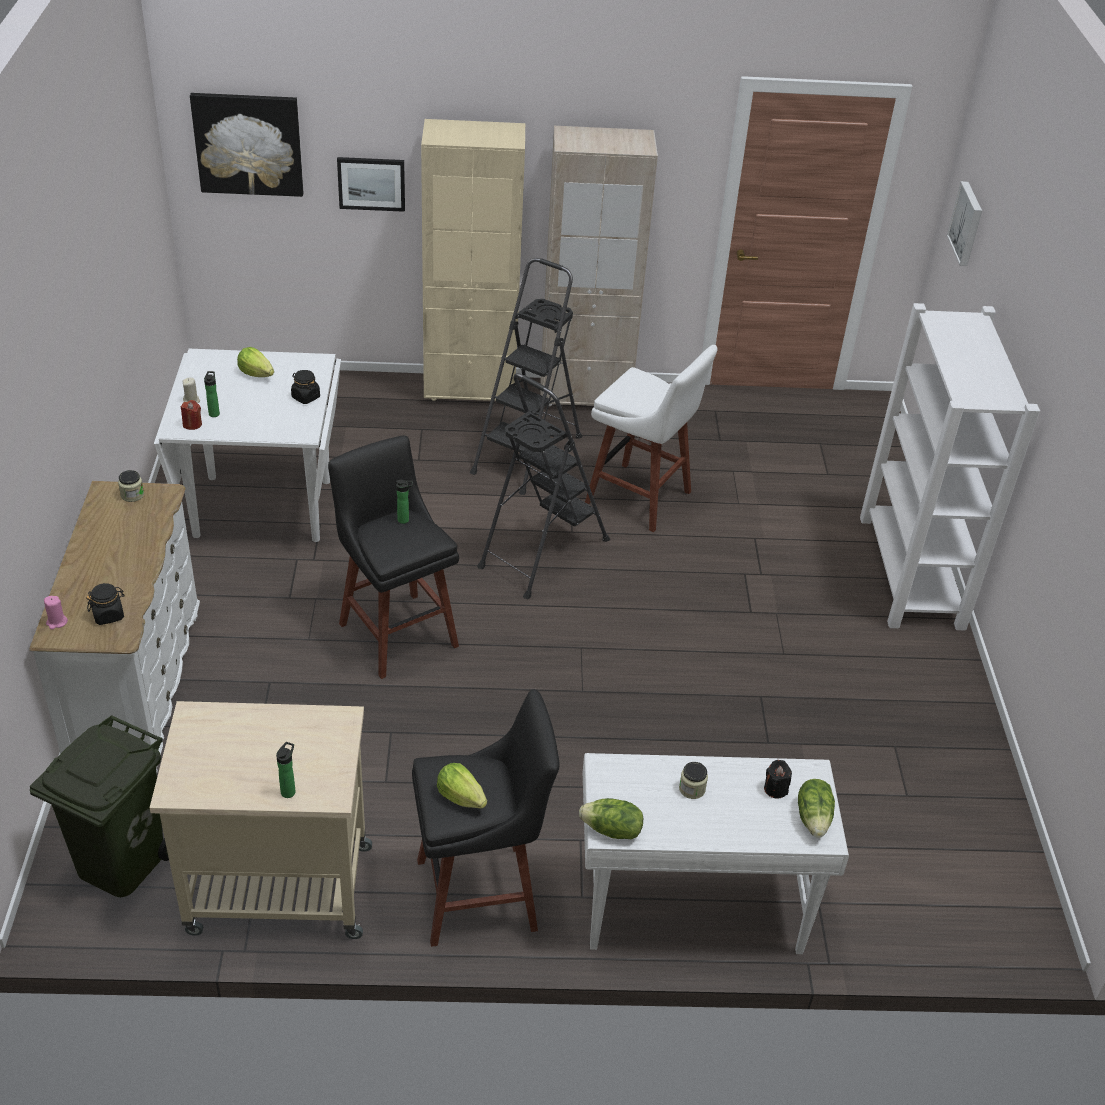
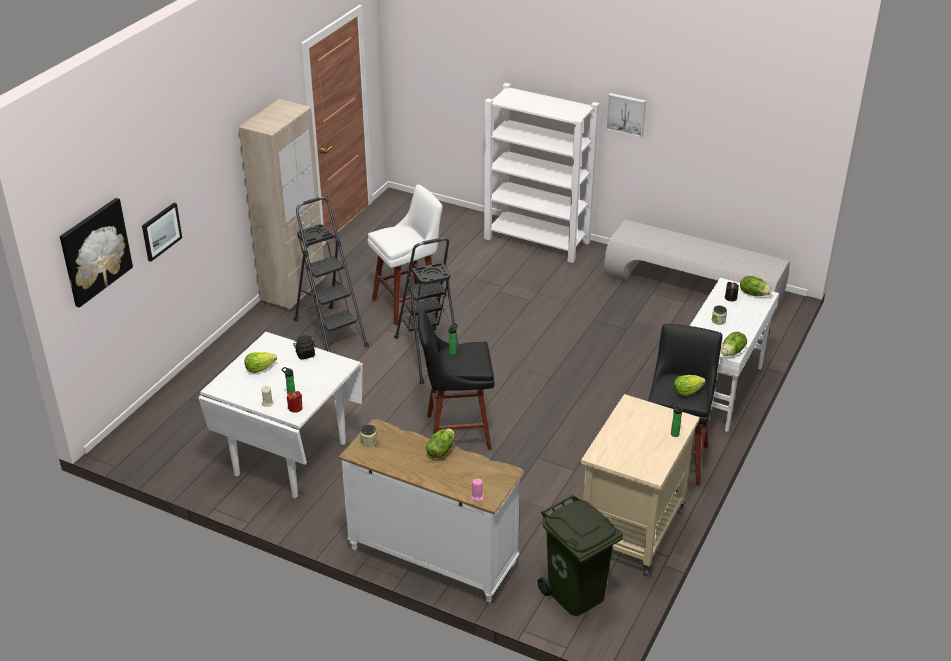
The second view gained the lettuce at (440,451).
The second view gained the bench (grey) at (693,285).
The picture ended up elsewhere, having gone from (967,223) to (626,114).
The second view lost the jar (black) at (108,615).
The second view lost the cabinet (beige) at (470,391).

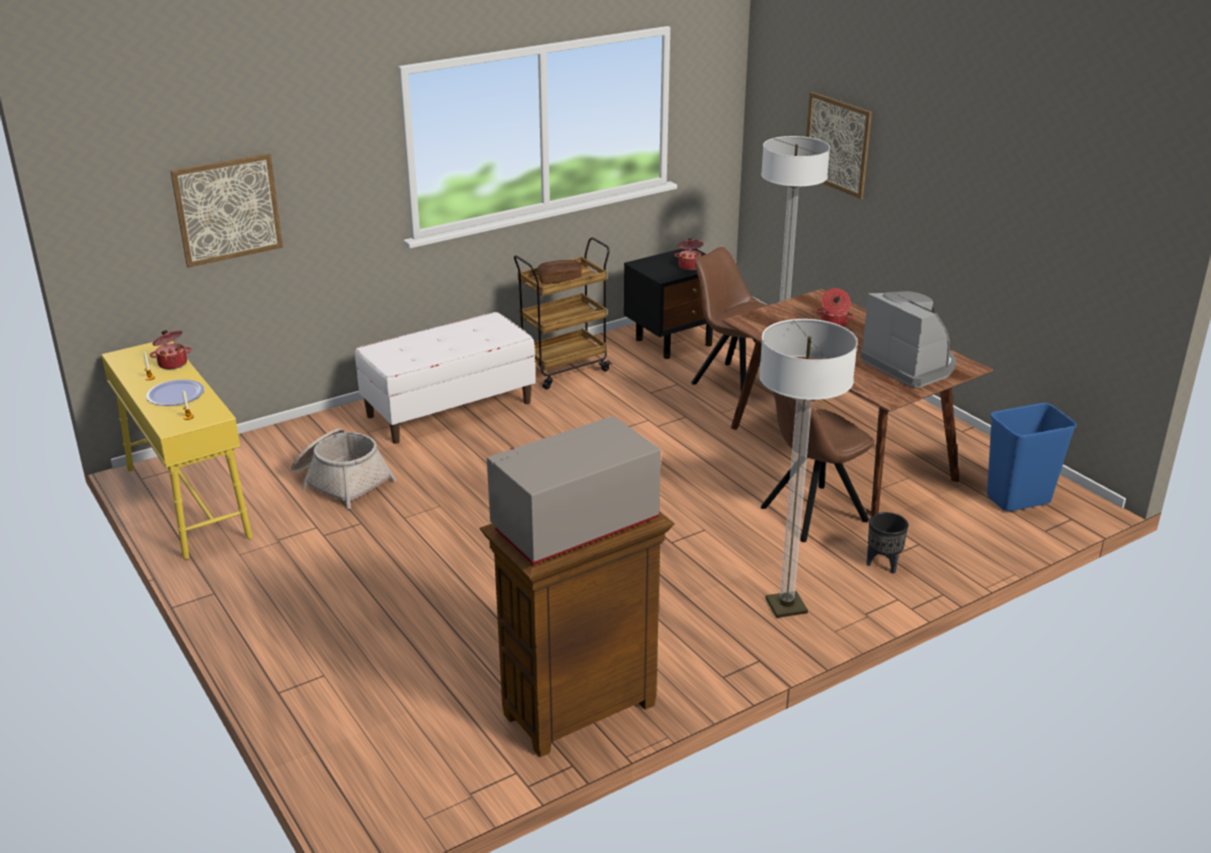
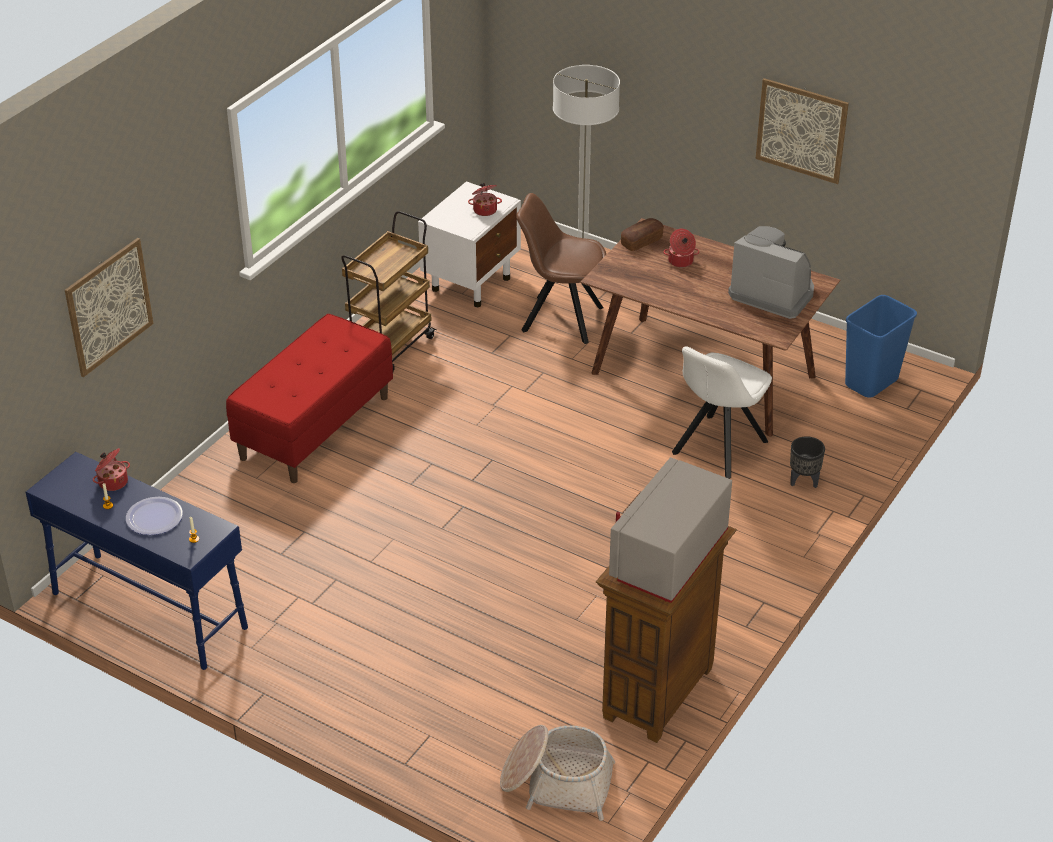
What was the console table (yellow) at (189,502) turned into the console table (blue) at (150,610).
What was the bench (white) at (449,409) turned into the bench (red) at (314,427).
What was the nightstand (black) at (674,341) turned into the nightstand (white) at (471,283).
The basket ended up elsewhere, having gone from (341,481) to (557,783).
The bread ended up elsewhere, having gone from (559,280) to (641,241).
What was the chair (brown) at (812,514) turned into the chair (white) at (718,447).
The picture ended up elsewhere, having gone from (837,143) to (801,129).
The second view lost the floor lamp at (786,606).

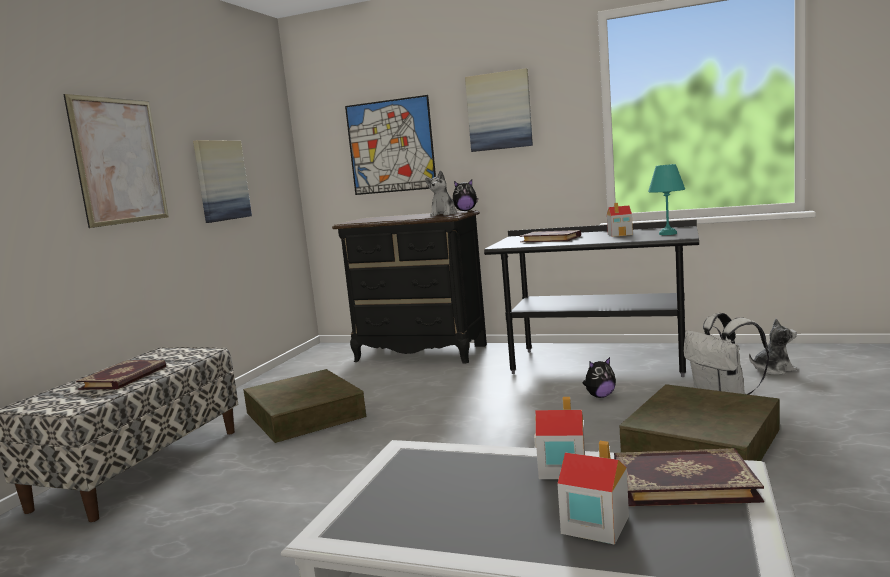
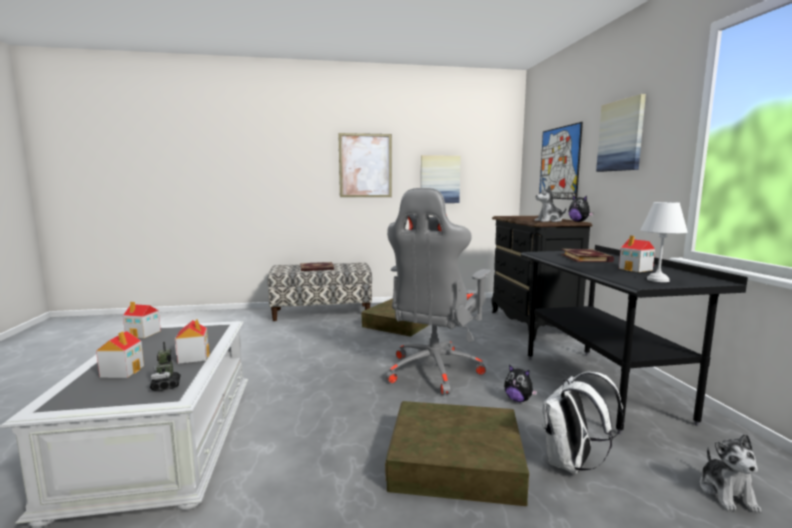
The second view gained the toy house at (143,333).
Where the book stood at (683,481), the toy robot came to stand at (166,386).
The second view gained the office chair (grey) at (436,367).
What was the table lamp (turquoise) at (667,234) turned into the table lamp (white) at (656,280).
The plush toy at (773,370) ended up facing another way, 45 degrees clockwise from before.

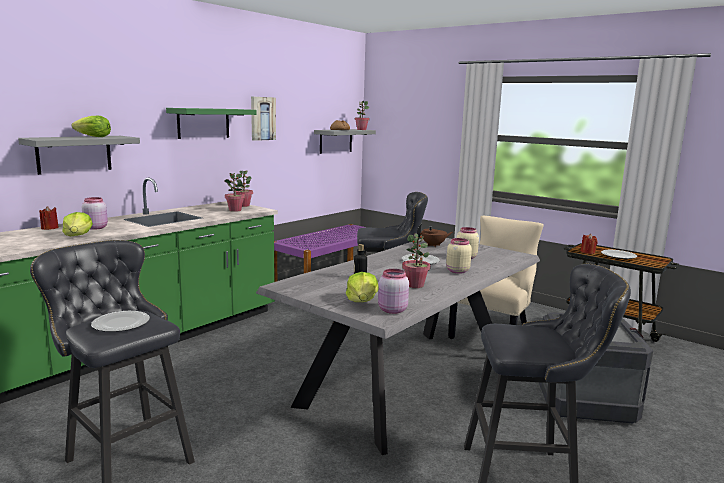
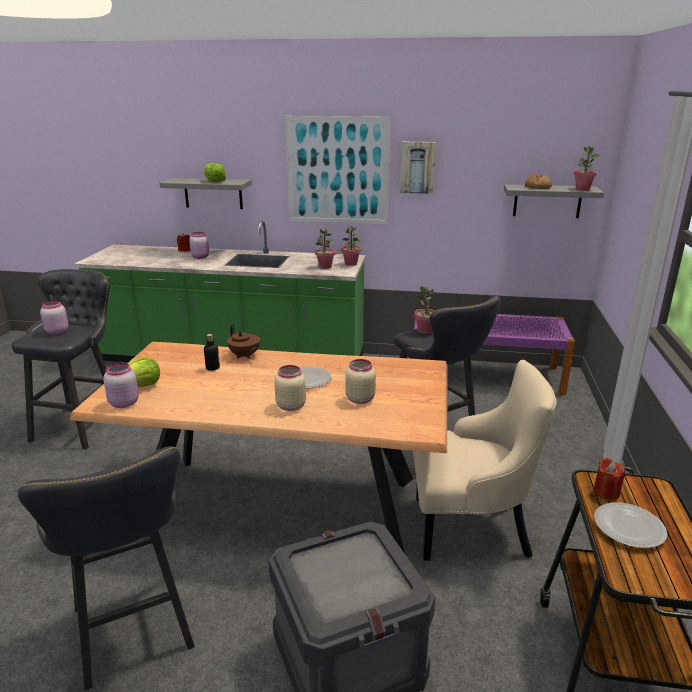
Where the plate stood at (120,324), the jar (pink) came to stand at (56,332).
What was the dining table (grey) at (409,381) turned into the dining table (brown) at (280,502).
The teapot (brown) ended up elsewhere, having gone from (433,245) to (244,356).
Where the shelf (green) hung at (203,123), the picture came to hang at (337,171).
The potted plant ended up elsewhere, having gone from (415,285) to (425,331).
The second view lost the lettuce at (78,236).

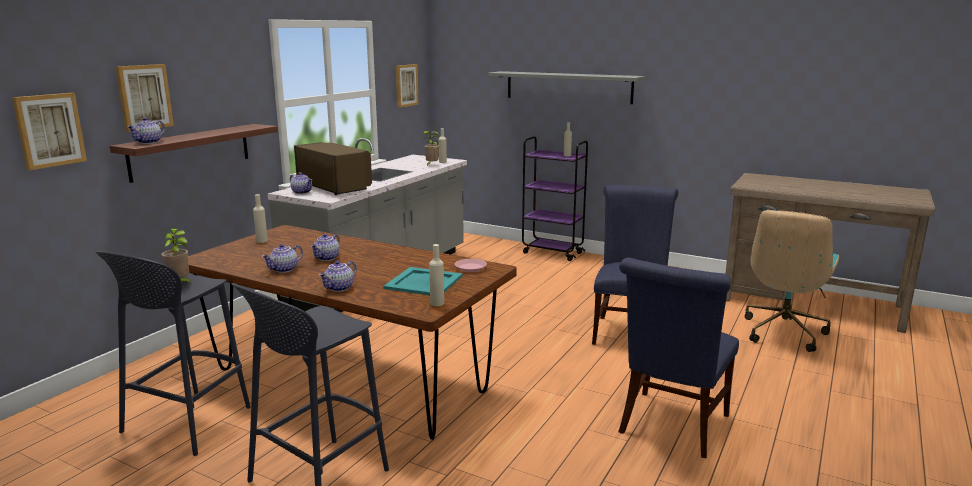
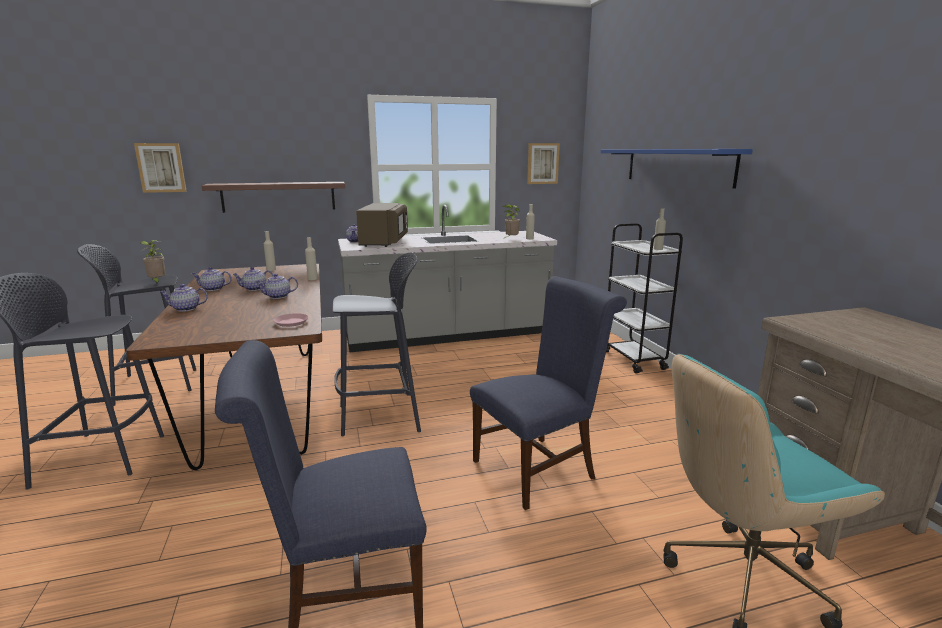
The teapot ended up elsewhere, having gone from (149,142) to (278,296).
The bottle (beige) ended up elsewhere, having gone from (437,303) to (312,279).
The second view gained the stool (grey) at (381,416).
What was the shelf (grey) at (568,87) turned into the shelf (blue) at (677,166).
What was the cart (purple) at (553,253) turned into the cart (white) at (634,360).
The second view lost the picture at (144,97).
The second view lost the tray (turquoise) at (423,282).

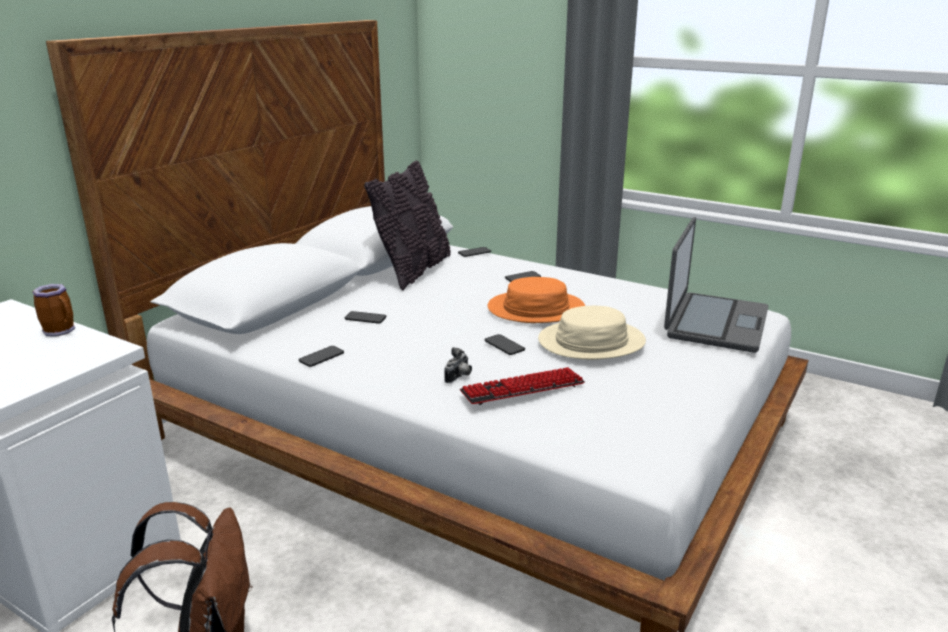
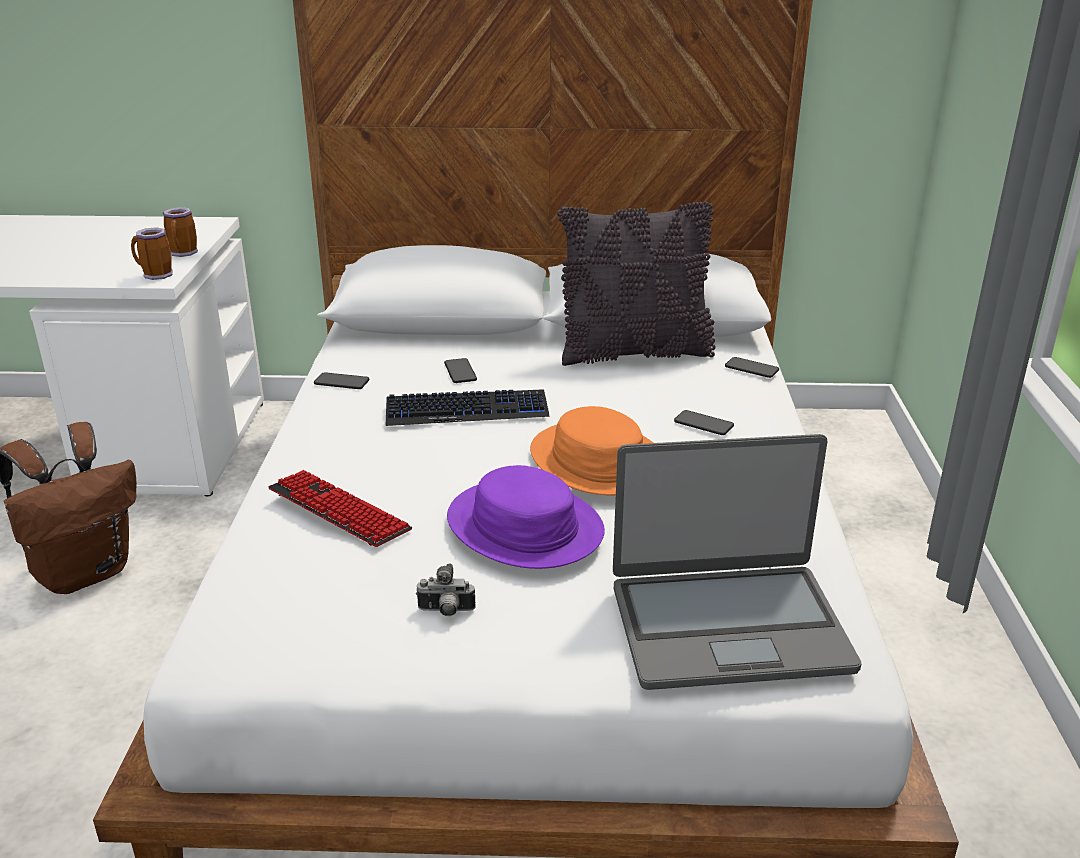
The second view gained the mug at (155,275).
The second view gained the keyboard at (467,410).
The photo camera ended up elsewhere, having gone from (459,377) to (446,612).
What was the hat (beige) at (591,342) turned into the hat (purple) at (524,526).
The second view lost the phone at (504,345).

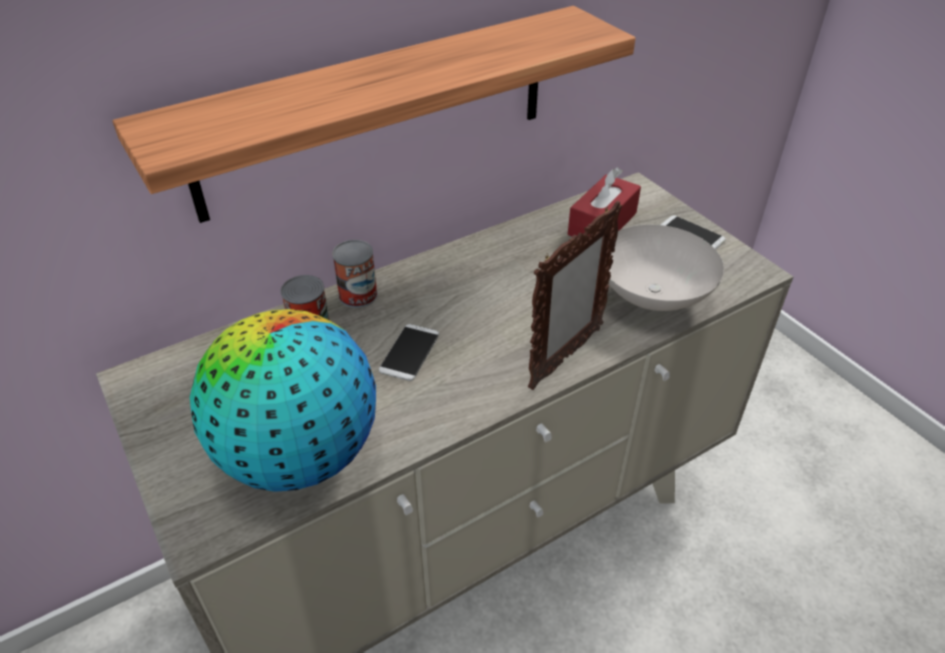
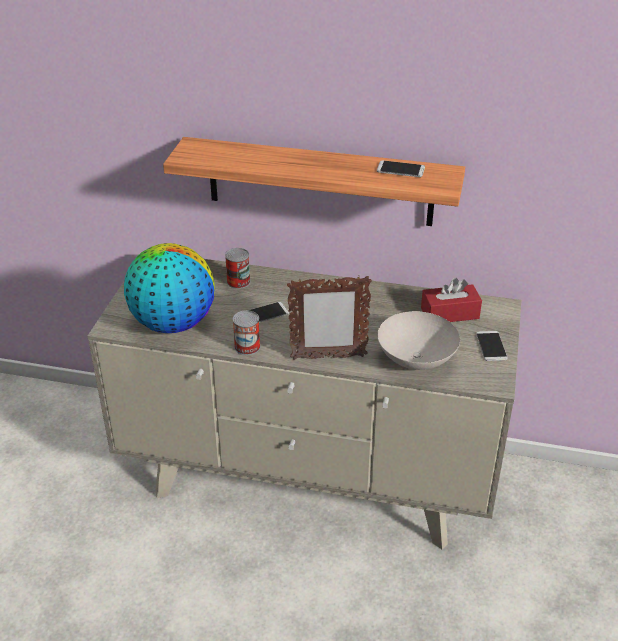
The can ended up elsewhere, having gone from (358,295) to (247,347).
The second view gained the phone at (400,169).

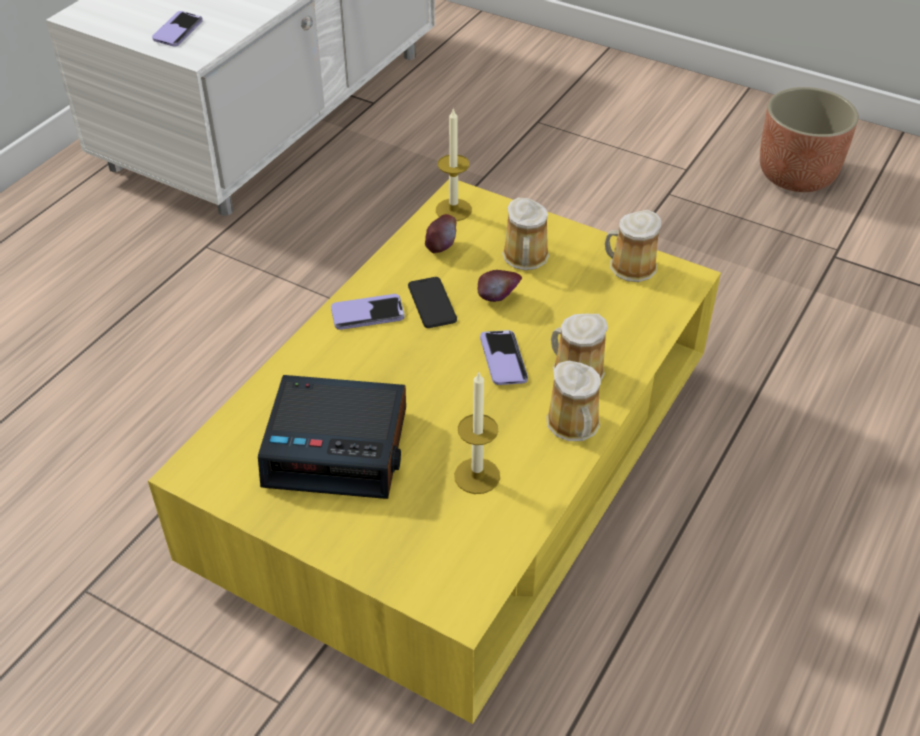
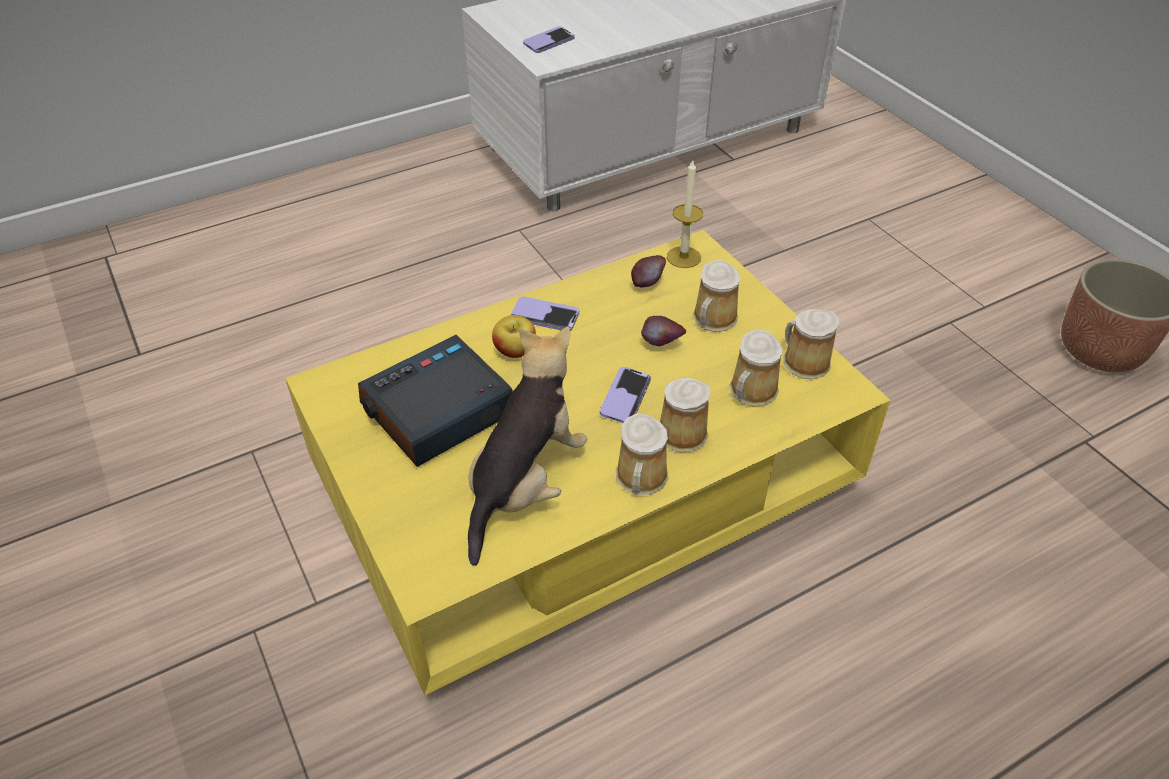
The alarm clock at (338,447) ended up facing another way, 105 degrees clockwise from before.
Where the candle stood at (477,476), the plush toy came to stand at (525,484).
The second view gained the apple at (515,350).
The second view gained the mug at (751,392).
The second view lost the phone at (432,303).

